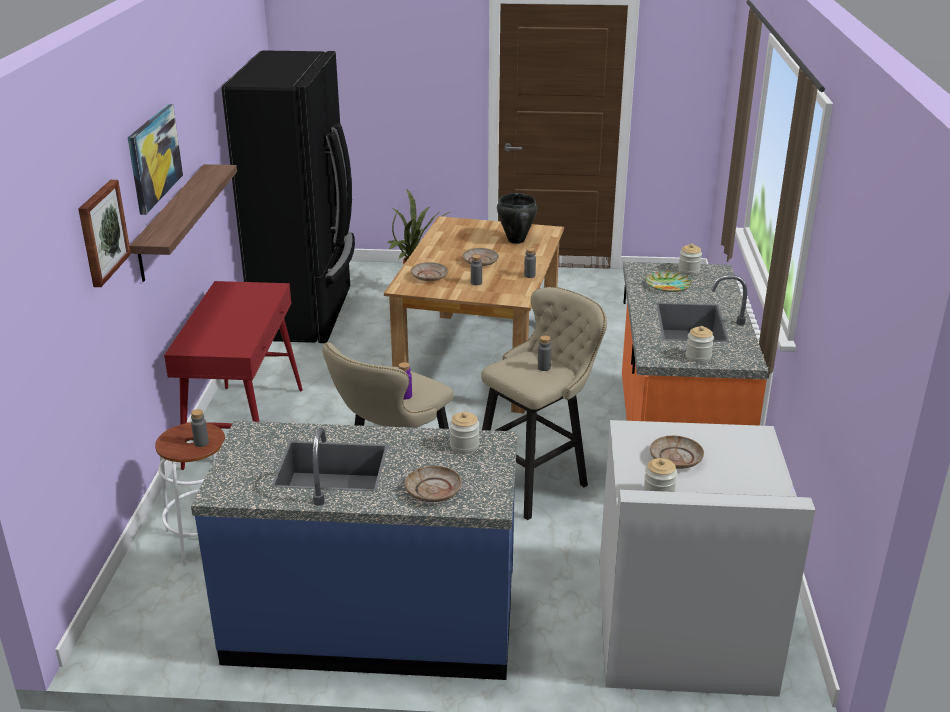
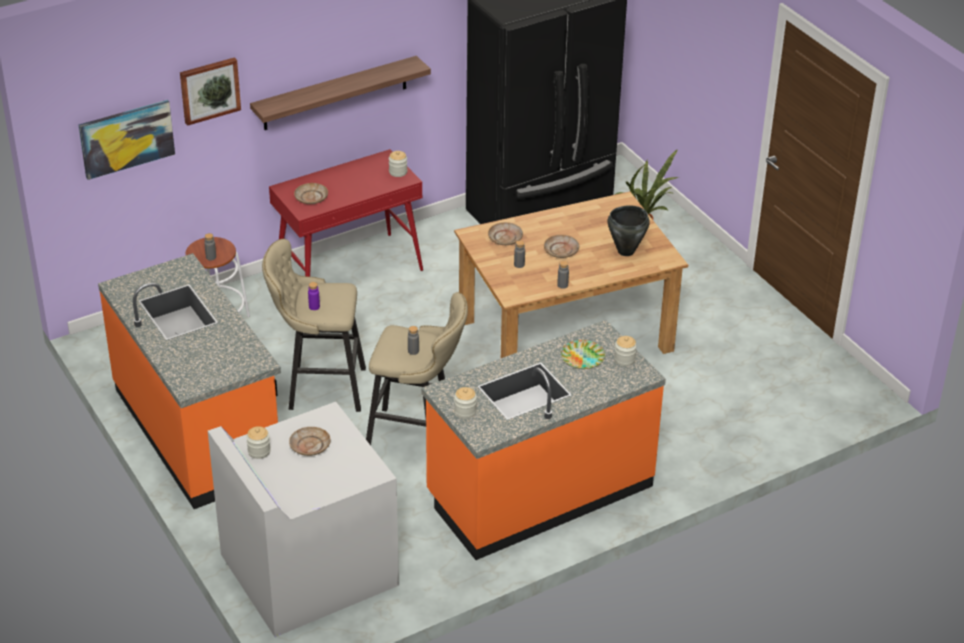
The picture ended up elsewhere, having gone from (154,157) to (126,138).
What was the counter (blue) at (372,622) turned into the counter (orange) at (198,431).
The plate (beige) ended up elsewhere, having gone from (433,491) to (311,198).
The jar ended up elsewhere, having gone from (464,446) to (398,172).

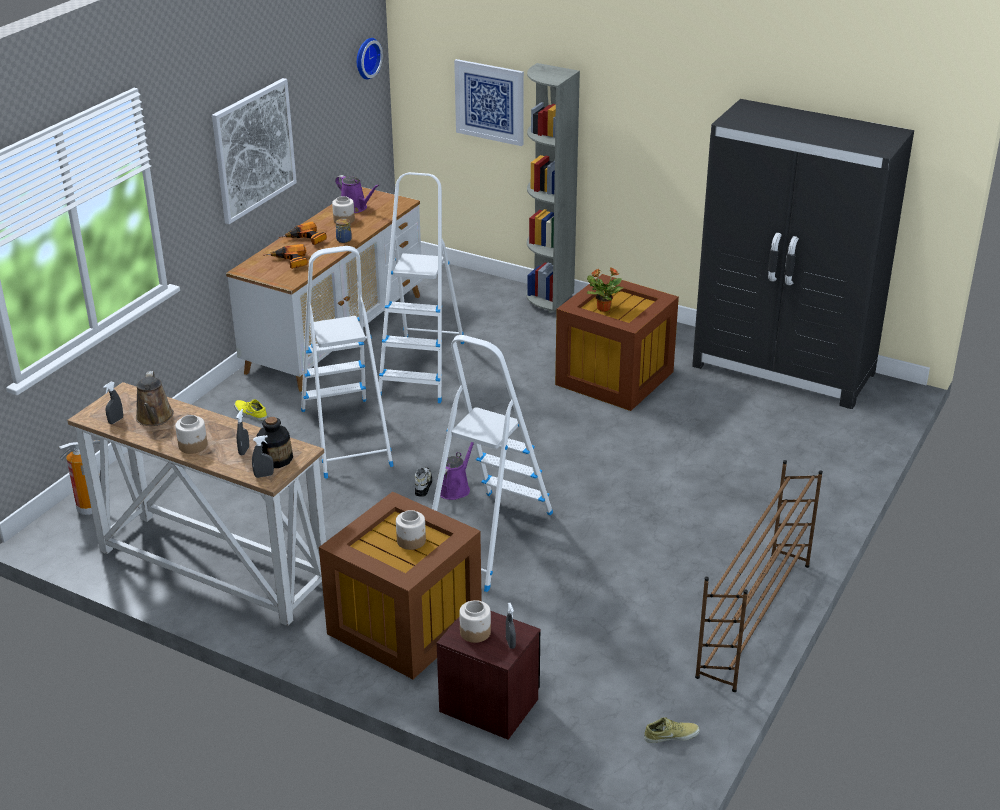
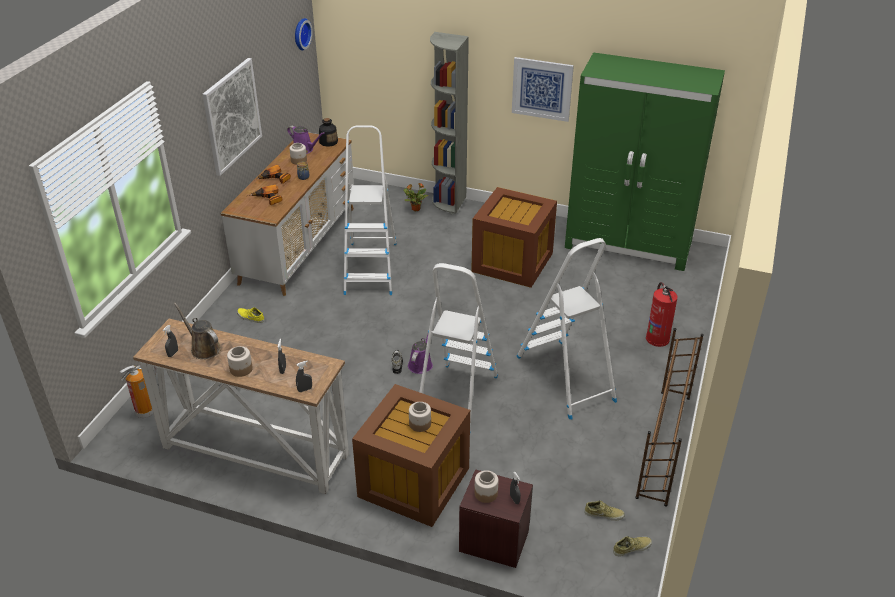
The watering can (brown) at (154,418) ended up facing another way, 150 degrees clockwise from before.
The bottle ended up elsewhere, having gone from (275,459) to (328,142).
The potted plant ended up elsewhere, having gone from (603,308) to (415,209).
The picture ended up elsewhere, having gone from (489,102) to (542,89).
The step ladder (white) ended up elsewhere, having gone from (345,436) to (564,377).
What was the cabinet (black) at (783,371) turned into the cabinet (green) at (629,245).
The second view gained the shoe (beige) at (604,513).
The second view gained the fire extinguisher at (657,338).

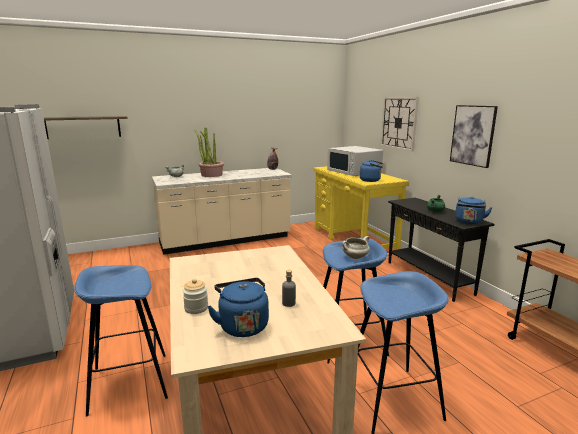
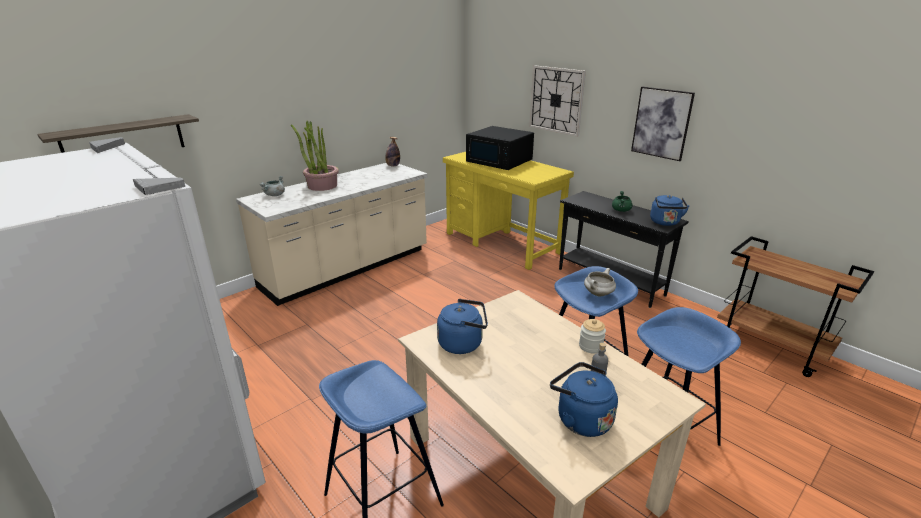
The kettle (blue) ended up elsewhere, having gone from (371,180) to (463,343).
What was the microwave (white) at (354,172) turned into the microwave (black) at (499,161).
The jar ended up elsewhere, having gone from (196,308) to (590,346).

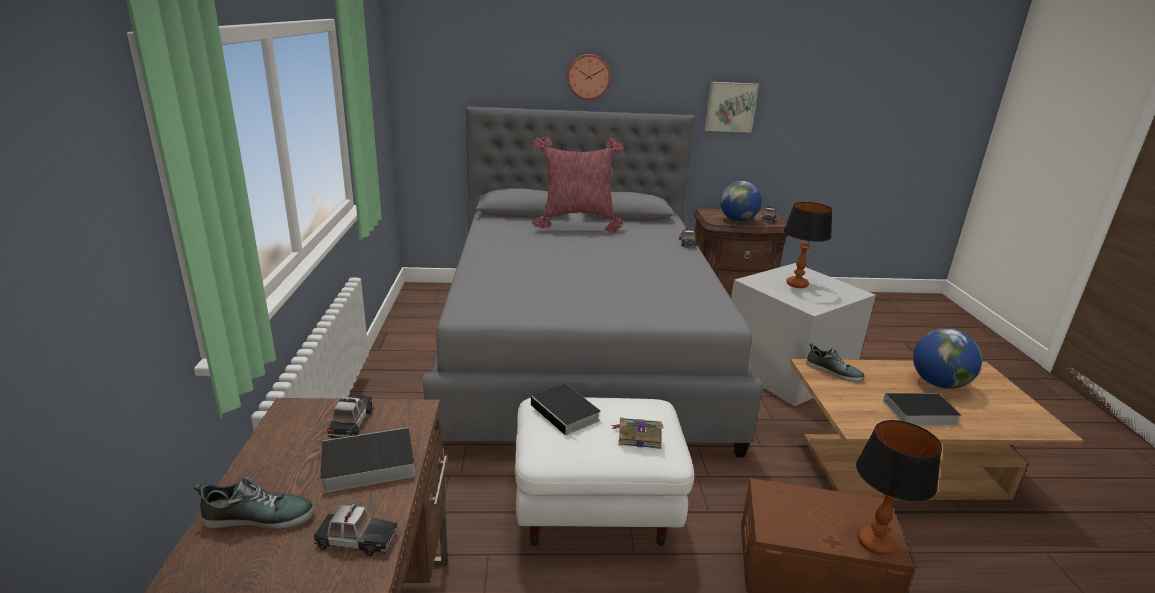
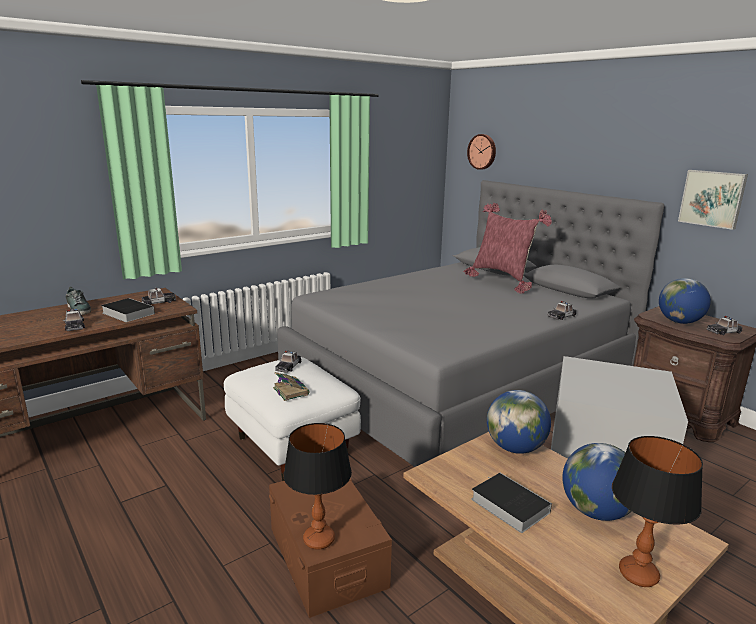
Where the book stood at (566,413), the toy car came to stand at (288,366).
The wall clock ended up elsewhere, having gone from (588,76) to (482,151).
Where the shoe stood at (834,371), the globe came to stand at (515,448).
The table lamp ended up elsewhere, having gone from (797,284) to (638,575).

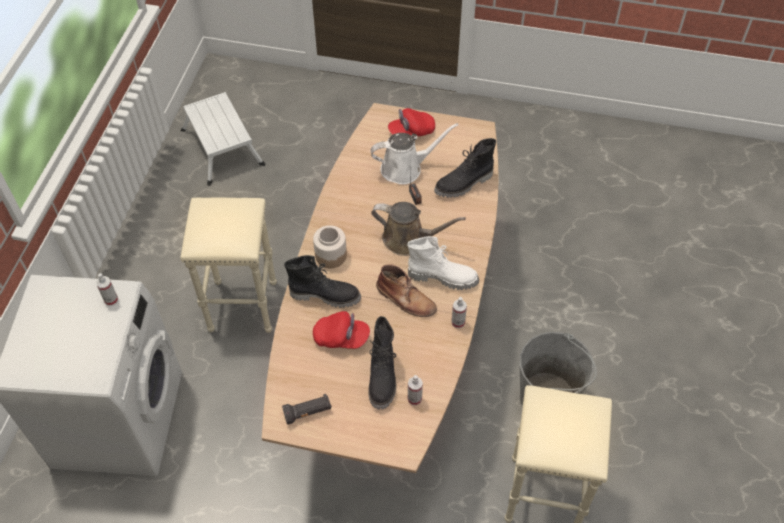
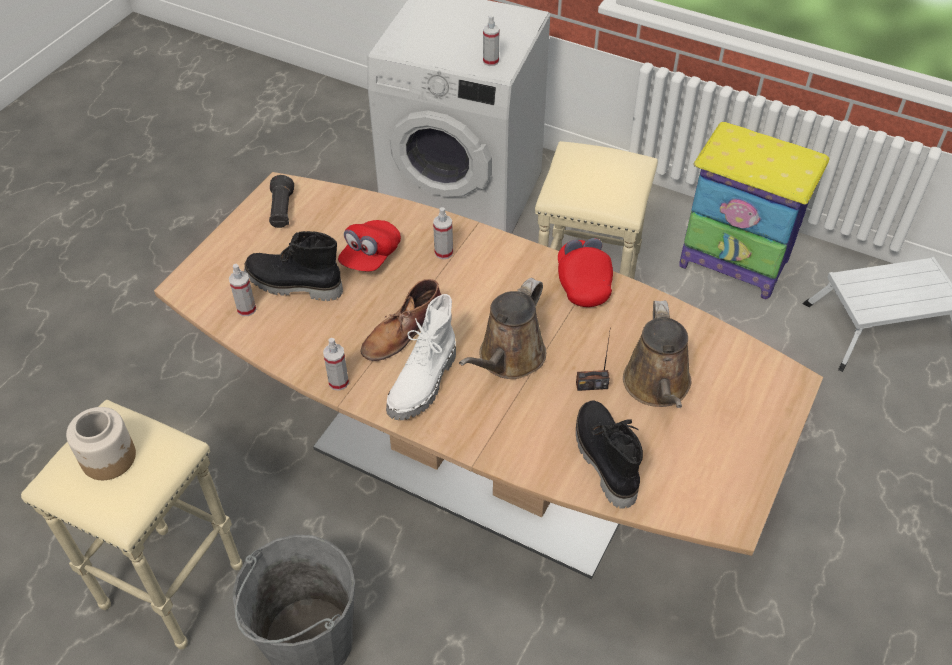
The jar ended up elsewhere, having gone from (330,255) to (109,458).
Where the boot (black) stood at (325,295), the spray bottle came to stand at (443,252).
The cap (red) ended up elsewhere, having gone from (411,132) to (583,282).
What was the watering can (white) at (405,168) turned into the watering can (brown) at (657,386).
The second view gained the nightstand at (735,265).

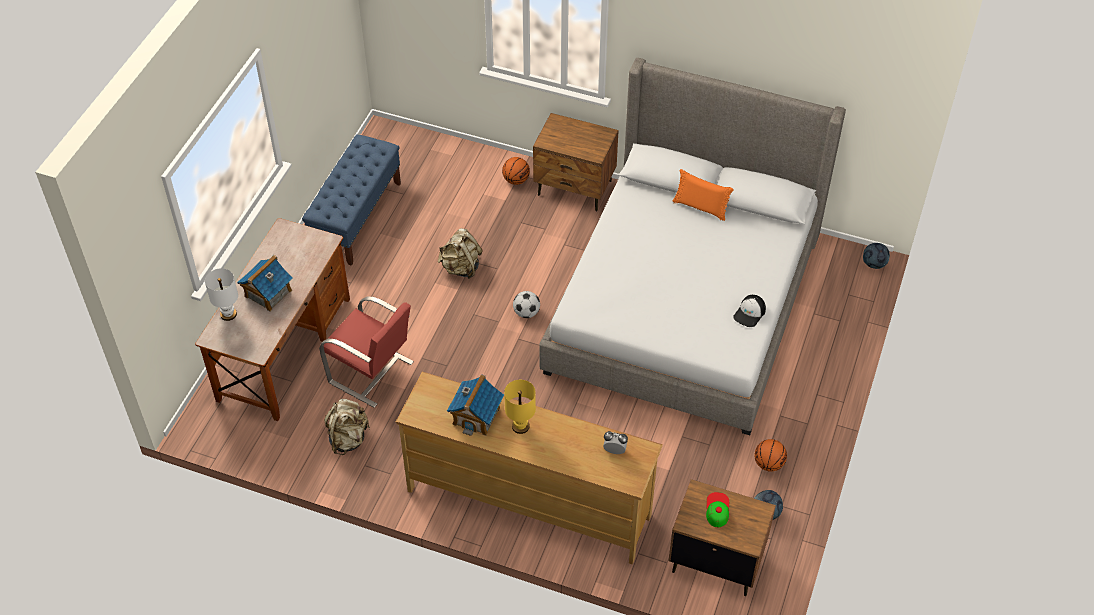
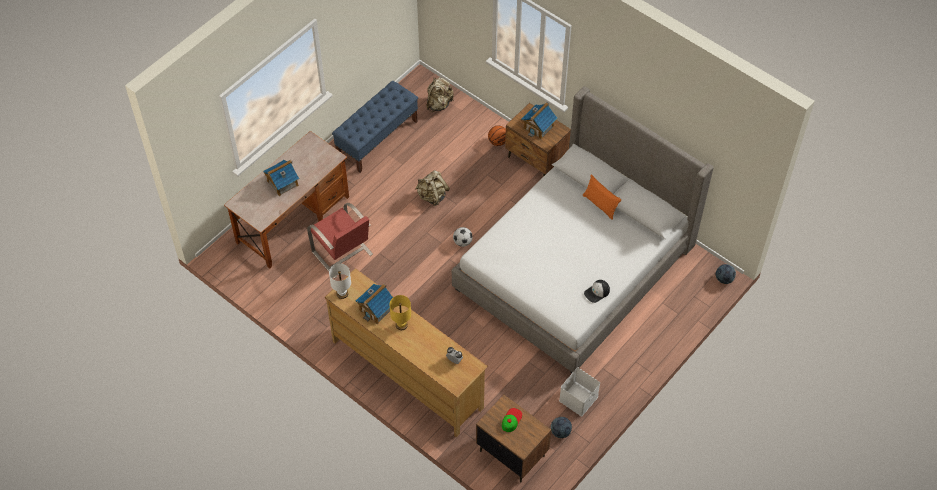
The table lamp (white) ended up elsewhere, having gone from (229,314) to (342,293).
The backpack (beige) ended up elsewhere, having gone from (348,438) to (439,104).
The second view gained the toy house at (538,127).
Where the basketball stood at (768,464), the storage box (white) came to stand at (578,399).

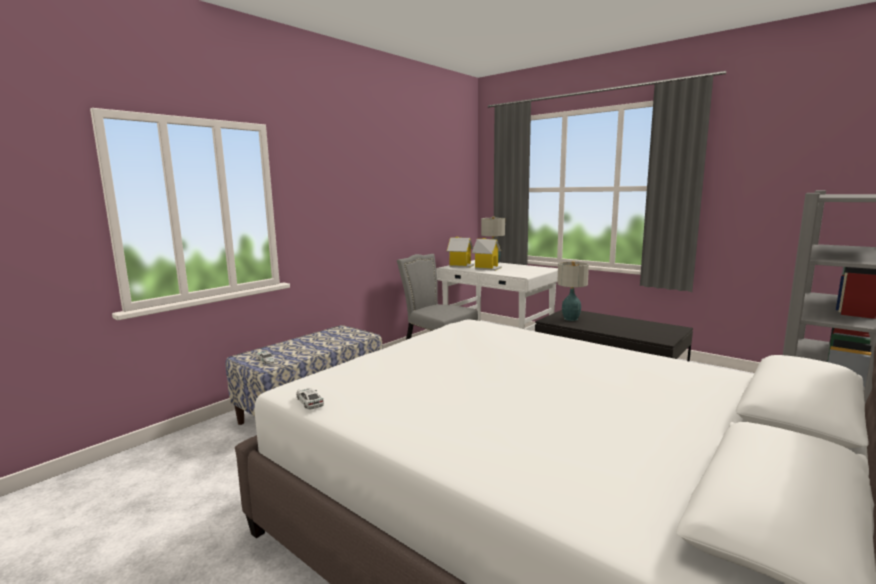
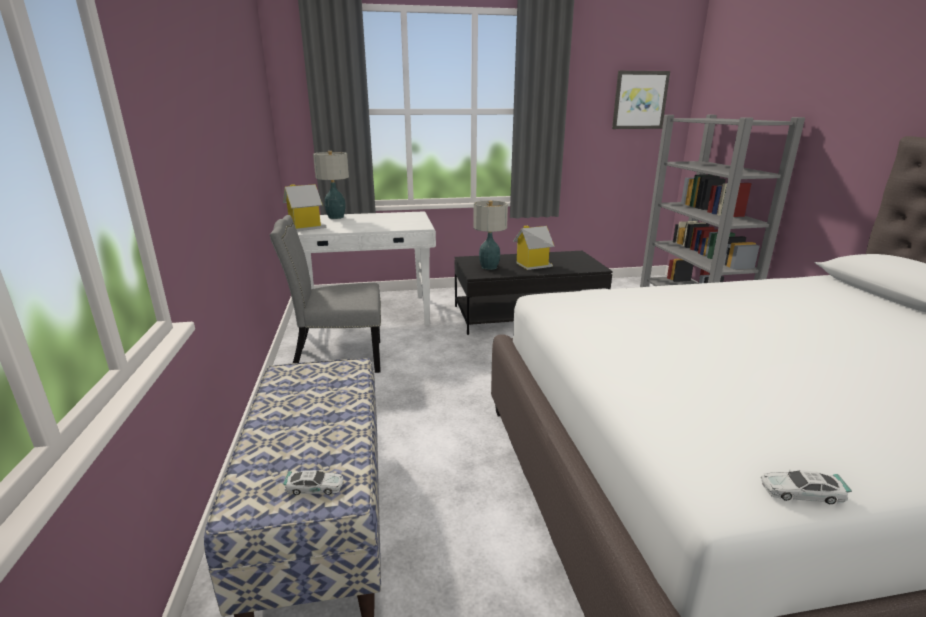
The toy house ended up elsewhere, having gone from (487,268) to (532,265).
The second view gained the picture at (639,100).

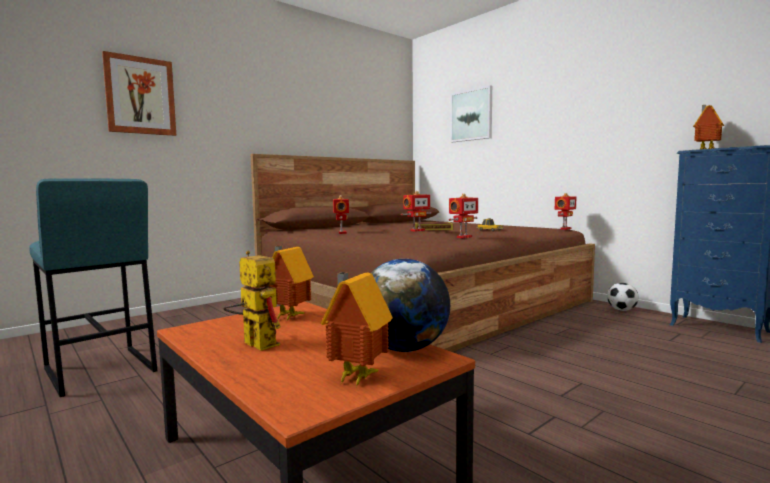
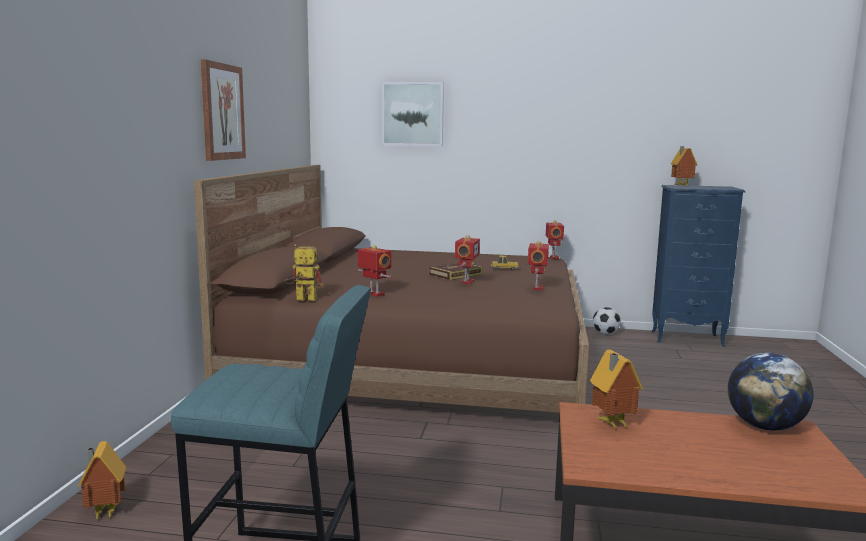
The toy house ended up elsewhere, having gone from (355,377) to (103,513).
The picture ended up elsewhere, having gone from (140,96) to (222,112).
The toy robot ended up elsewhere, having gone from (254,343) to (301,299).

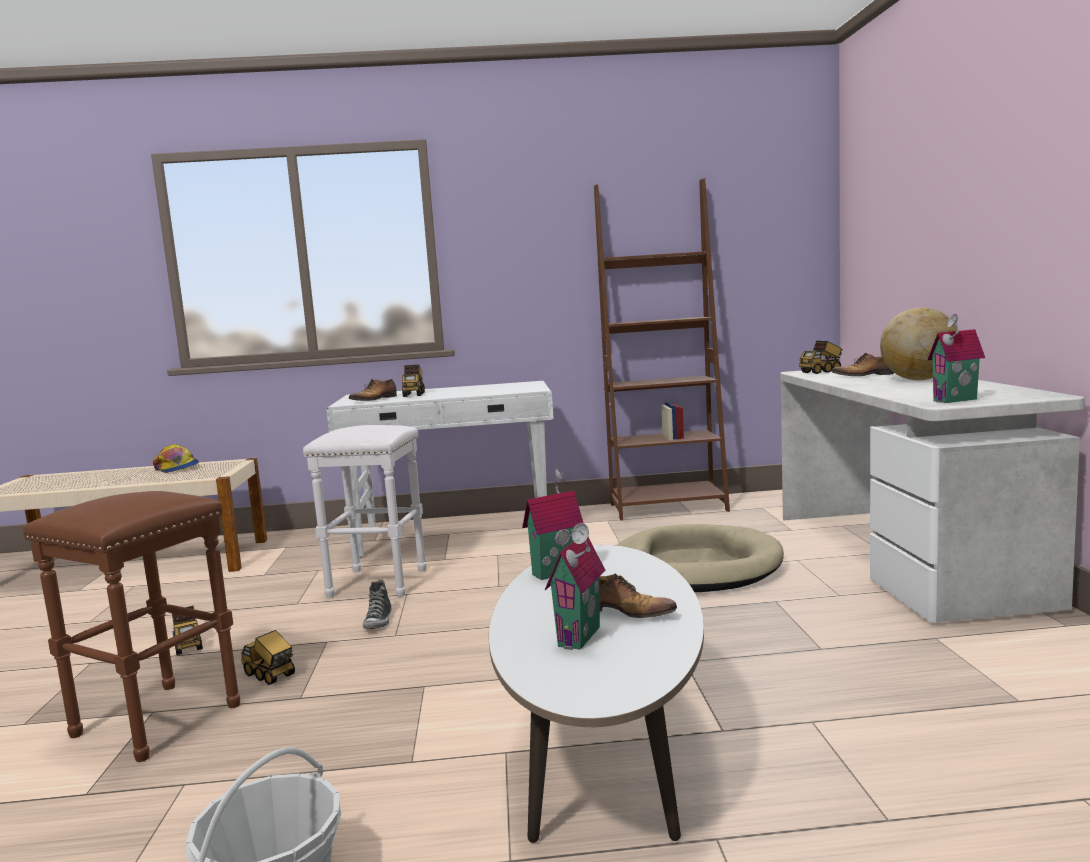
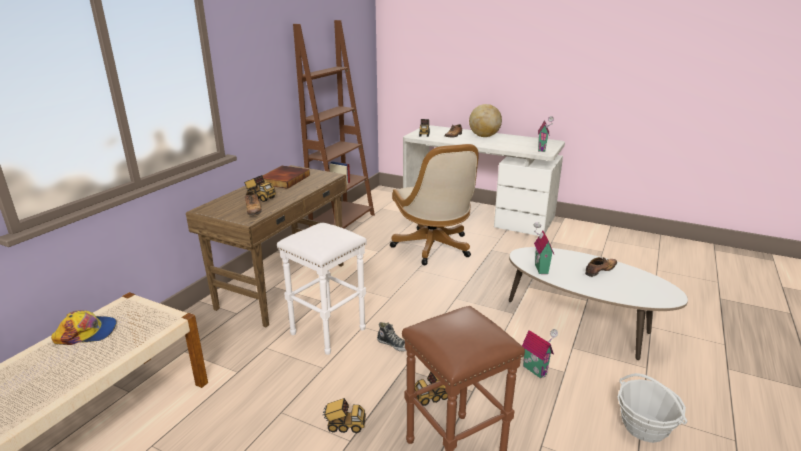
What was the console table (white) at (456,536) turned into the console table (brown) at (283,285).
The second view gained the book at (284,179).
Where the dog bed (beige) stood at (693,567), the office chair came to stand at (434,249).
The toy house ended up elsewhere, having gone from (582,637) to (536,369).

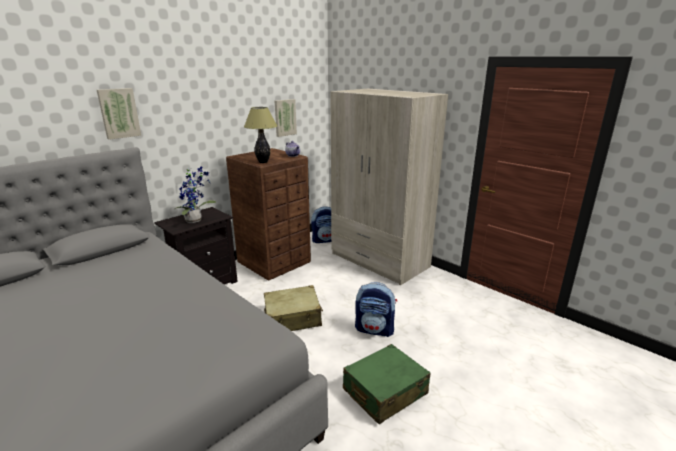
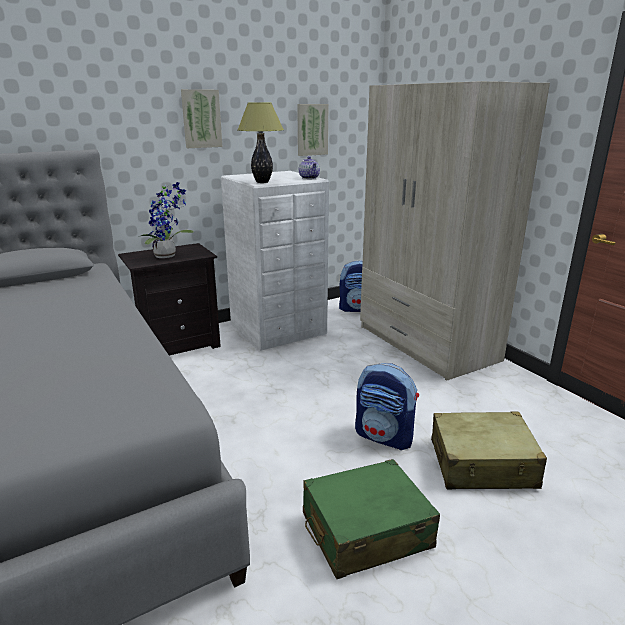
The picture ended up elsewhere, having gone from (119,113) to (201,119).
What was the dresser (brown) at (274,262) turned into the dresser (white) at (278,328).
The suitcase (beige) ended up elsewhere, having gone from (293,318) to (482,464).

